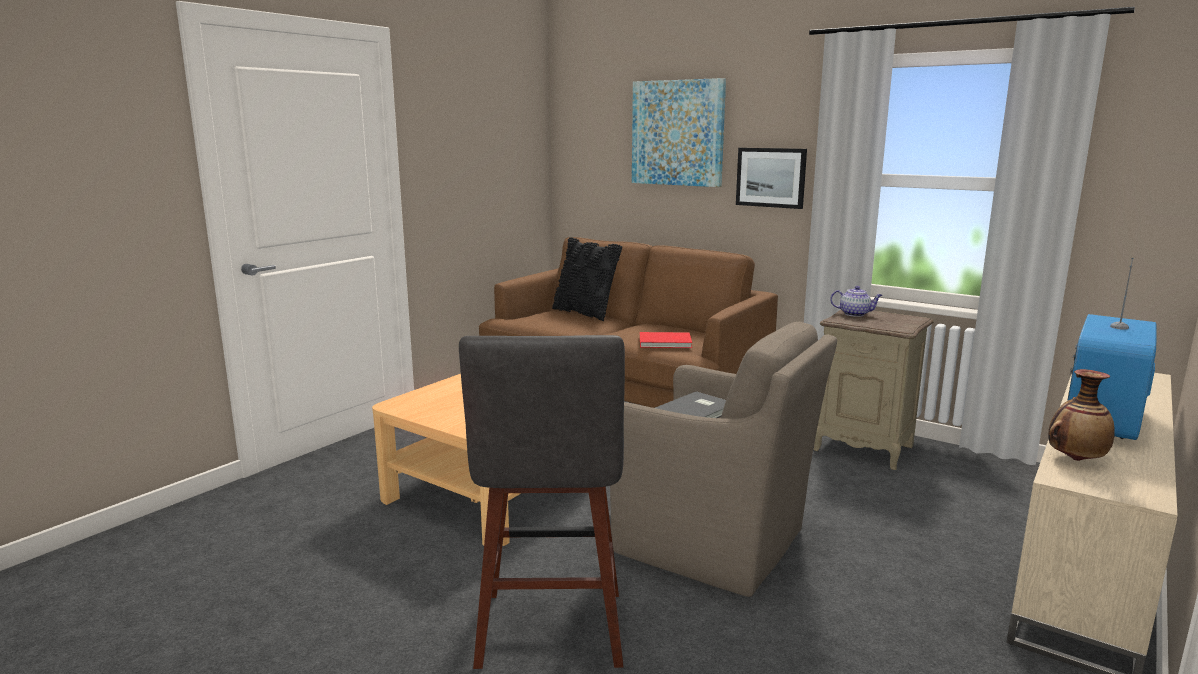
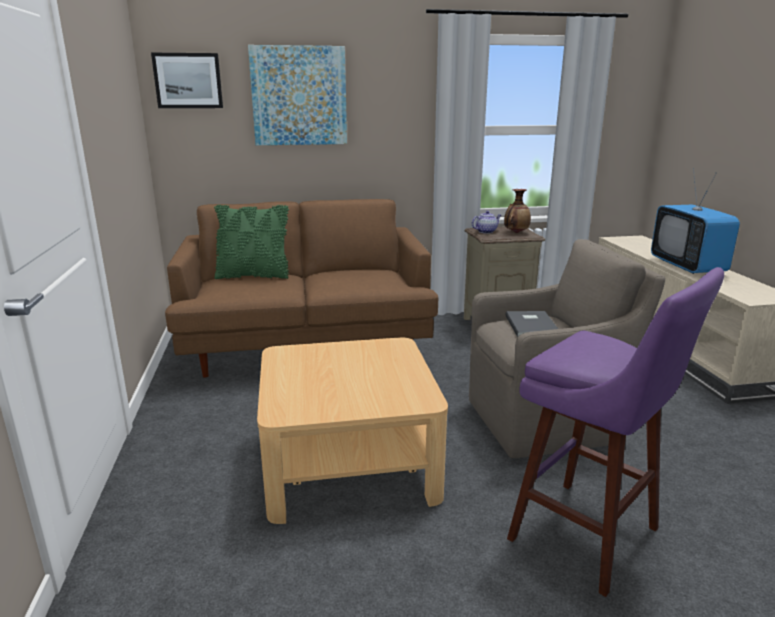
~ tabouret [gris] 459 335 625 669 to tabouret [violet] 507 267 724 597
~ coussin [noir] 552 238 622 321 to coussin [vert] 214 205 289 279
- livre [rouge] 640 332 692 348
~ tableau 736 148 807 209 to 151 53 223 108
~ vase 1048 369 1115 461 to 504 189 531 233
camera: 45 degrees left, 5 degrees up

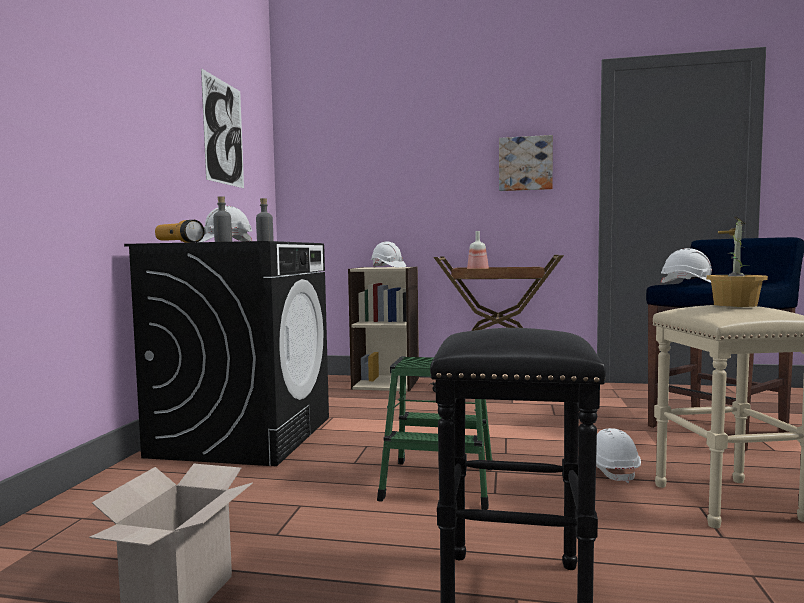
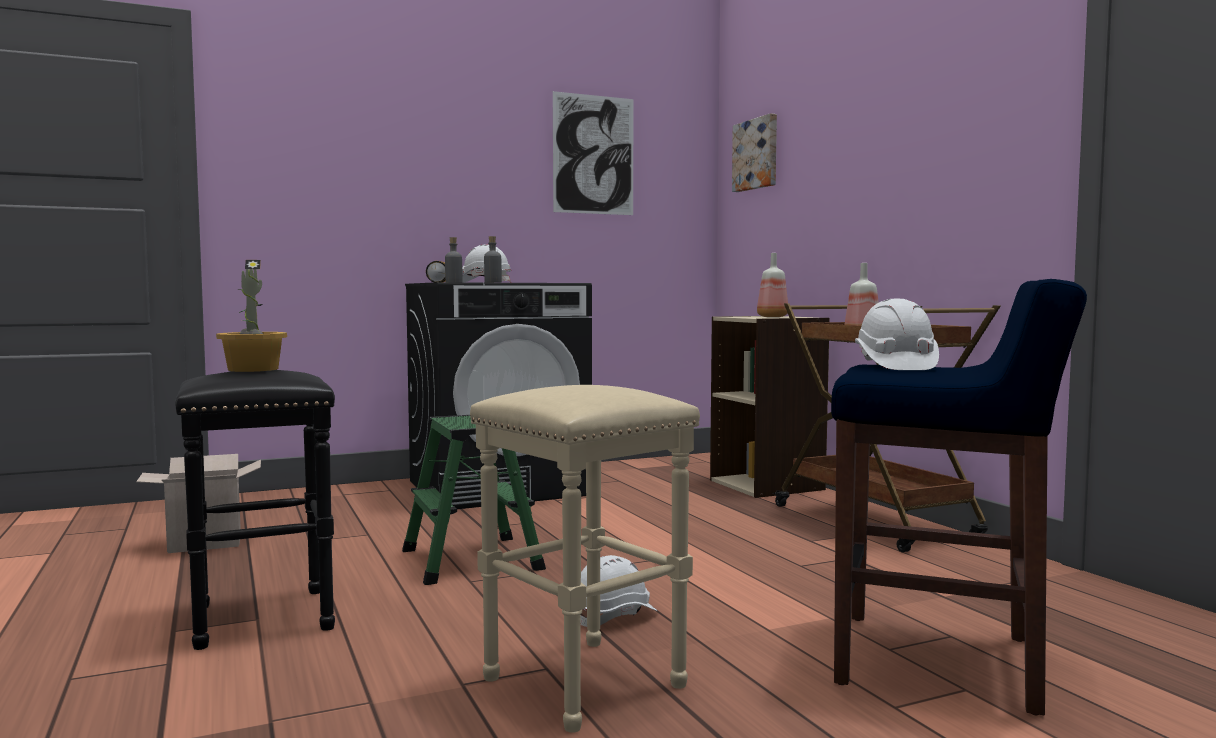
~ casque de chantier [blanc] 371 242 406 267 to bouteille 757 253 788 317
~ tableau 499 135 553 191 to 732 113 777 192
~ plante en pot 707 216 768 307 to 216 260 287 372
camera: 55 degrees right, 0 degrees up

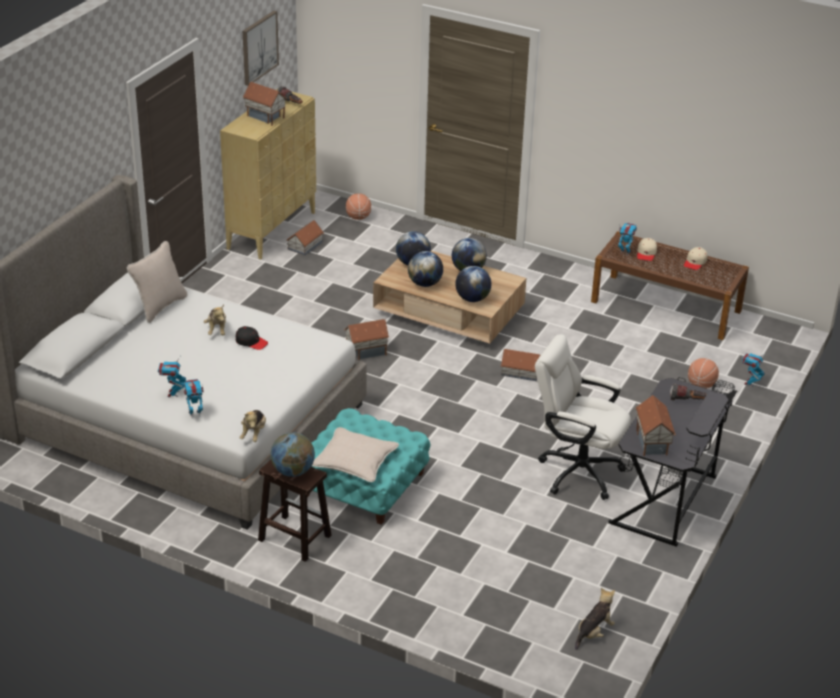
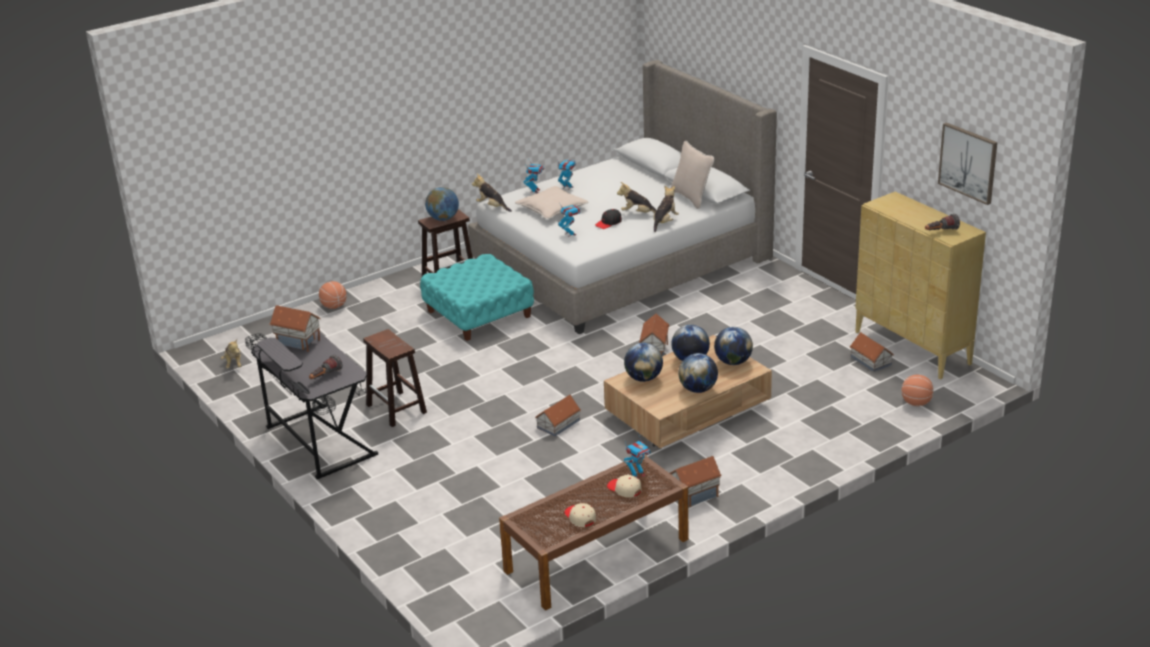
~ maison miniature 243 82 287 126 to 670 456 722 507
~ coussin [beige] 312 427 399 482 to 515 186 588 219
~ chaise de bureau [blanc] 535 334 631 500 to tabouret [marron] 363 329 427 427
~ ballon de basket 688 358 719 389 to 319 281 347 309
~ robot jouet 742 352 766 386 to 558 203 580 237
+ peluche 653 186 679 232
camera: 120 degrees right, 5 degrees down

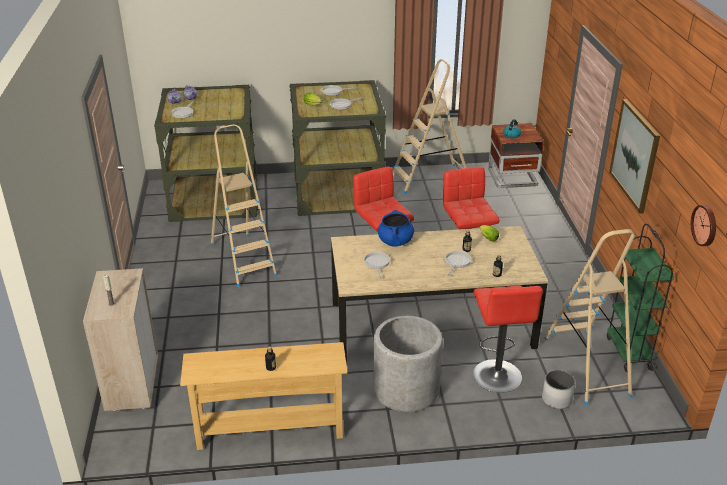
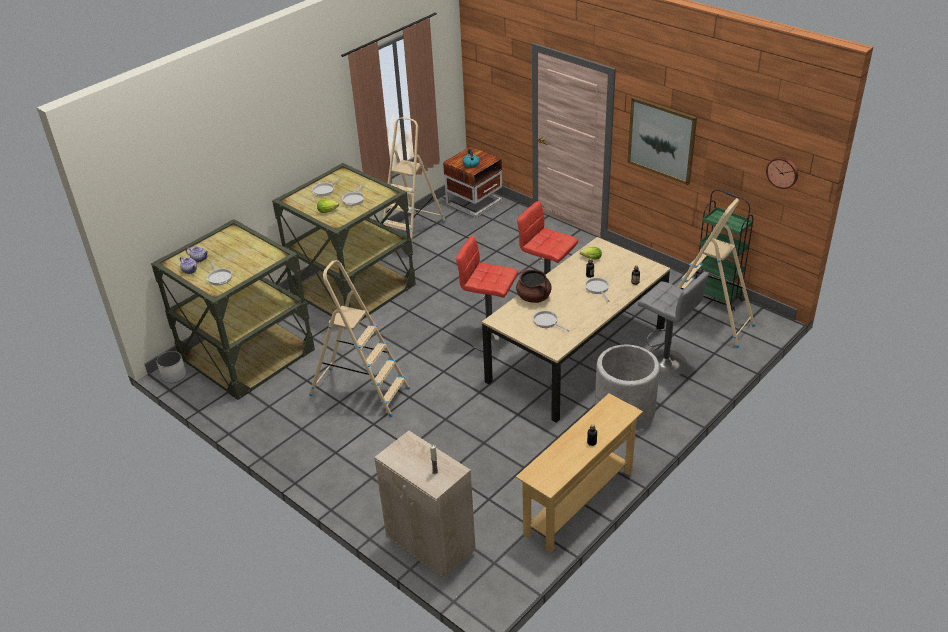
~ marmite [bleu] 378 210 414 247 to marmite [marron] 516 270 552 303
~ tabouret [rouge] 473 285 543 393 to tabouret [gris] 638 272 709 377
~ cache-pot [blanc] 542 370 575 409 to 156 351 186 383
camera: 40 degrees left, 5 degrees up

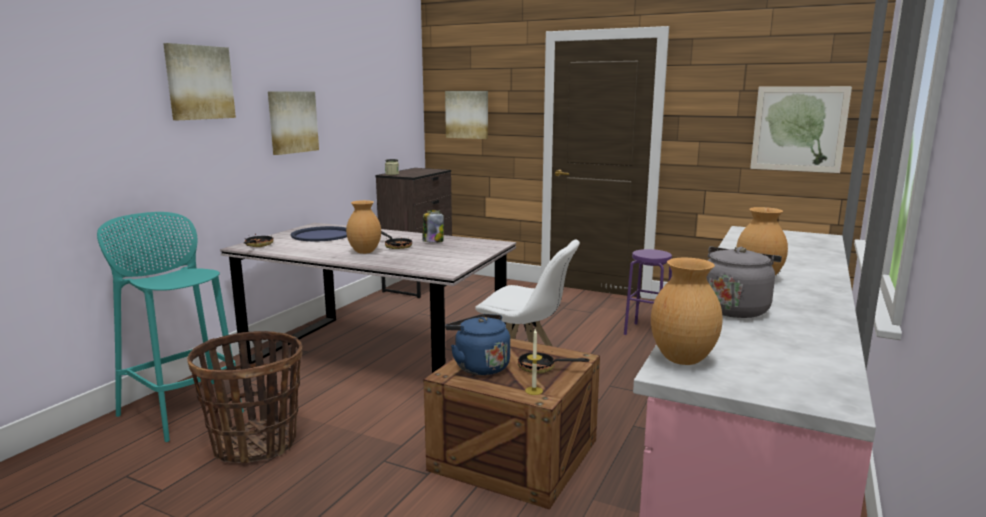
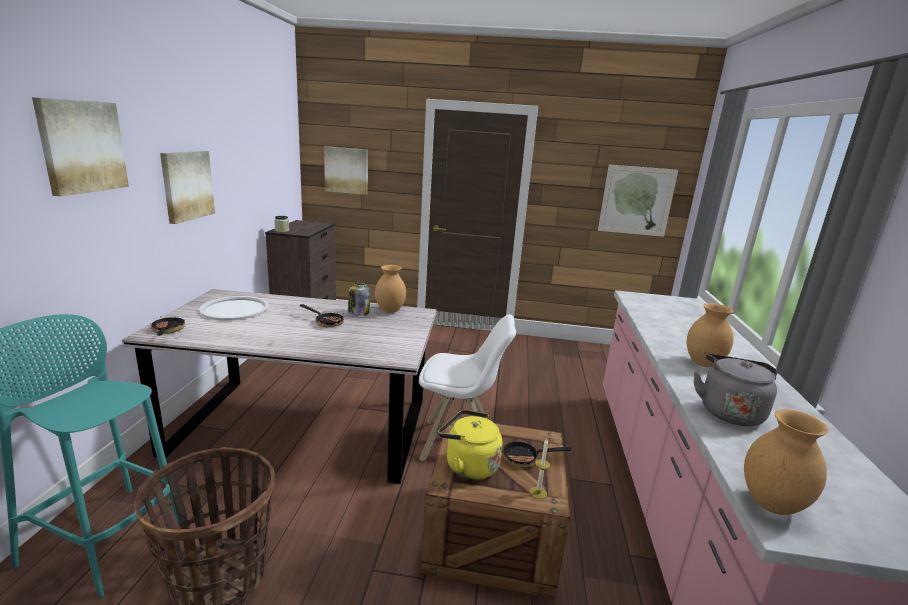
~ plateau [bleu] 291 226 347 242 to plateau [blanc] 199 296 269 320
~ vase [marron] 346 200 381 254 to 375 265 406 313
~ bouilloire [bleu] 445 314 510 375 to bouilloire [jaune] 438 410 502 480
- tabouret [violet] 624 249 672 335
camera: 20 degrees left, 5 degrees up

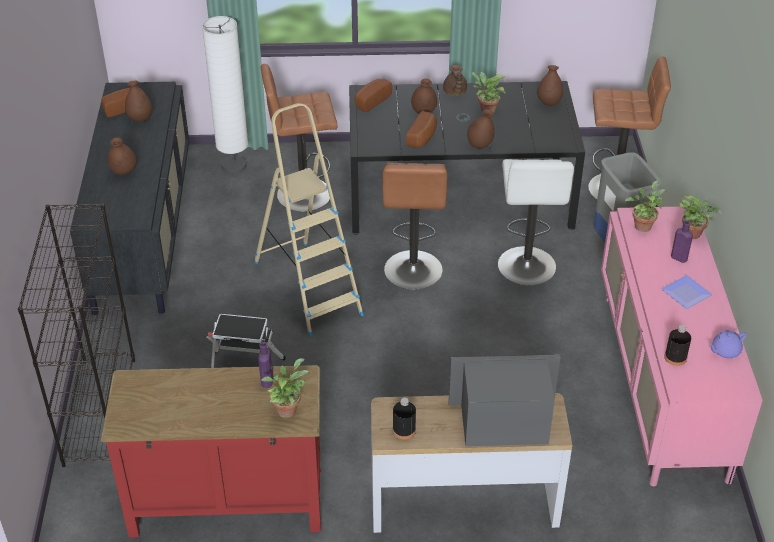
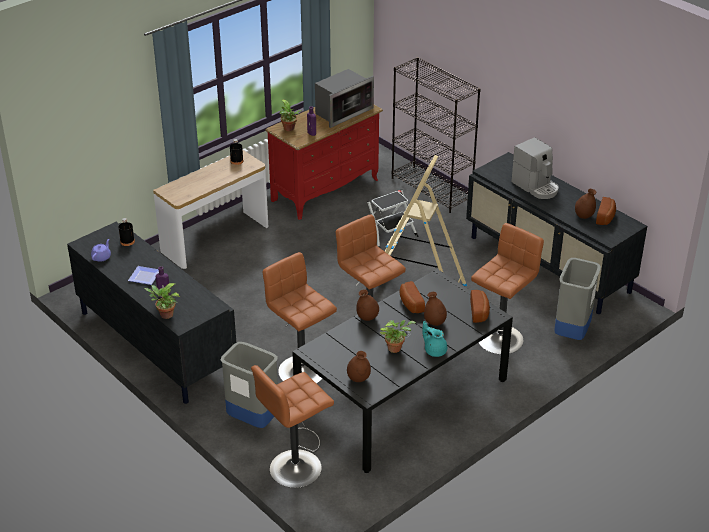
~ vase [marron] 108 137 137 175 to machine à café 511 137 559 199
~ lampadaire [blanc] 202 16 248 174 to poubelle [gris] 554 258 601 340
~ théière [marron] 443 65 467 96 to théière [turquoise] 422 321 447 357
~ micro-ondes 449 354 560 446 to 315 69 374 128
~ tabouret [blanc] 498 159 574 285 to tabouret [marron] 263 252 337 384
~ meuble de rangement [rose] 601 206 763 486 to meuble de rangement [noir] 67 222 236 404
- plante en pot 625 181 666 232
camera: 140 degrees right, 5 degrees down

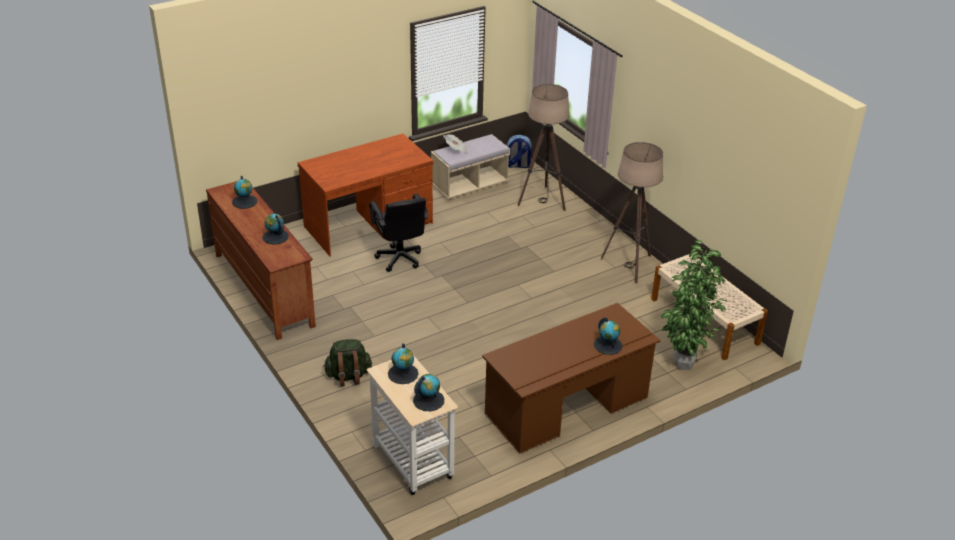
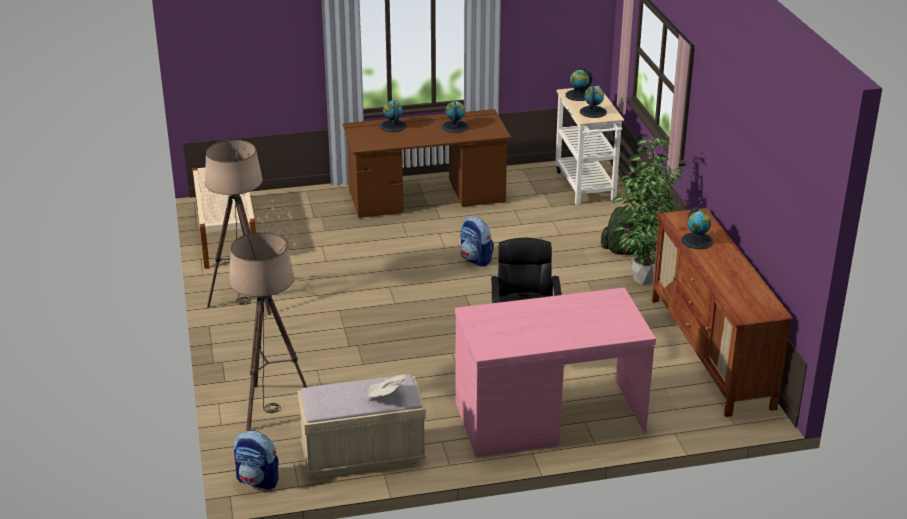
~ globe 232 176 257 209 to 442 101 469 133
~ bureau [marron] 298 134 434 256 to bureau [rose] 455 288 656 457
~ plante en pot 660 240 727 370 to 612 134 685 285
+ sac à dos 460 217 494 267
camera: 160 degrees left, 5 degrees down

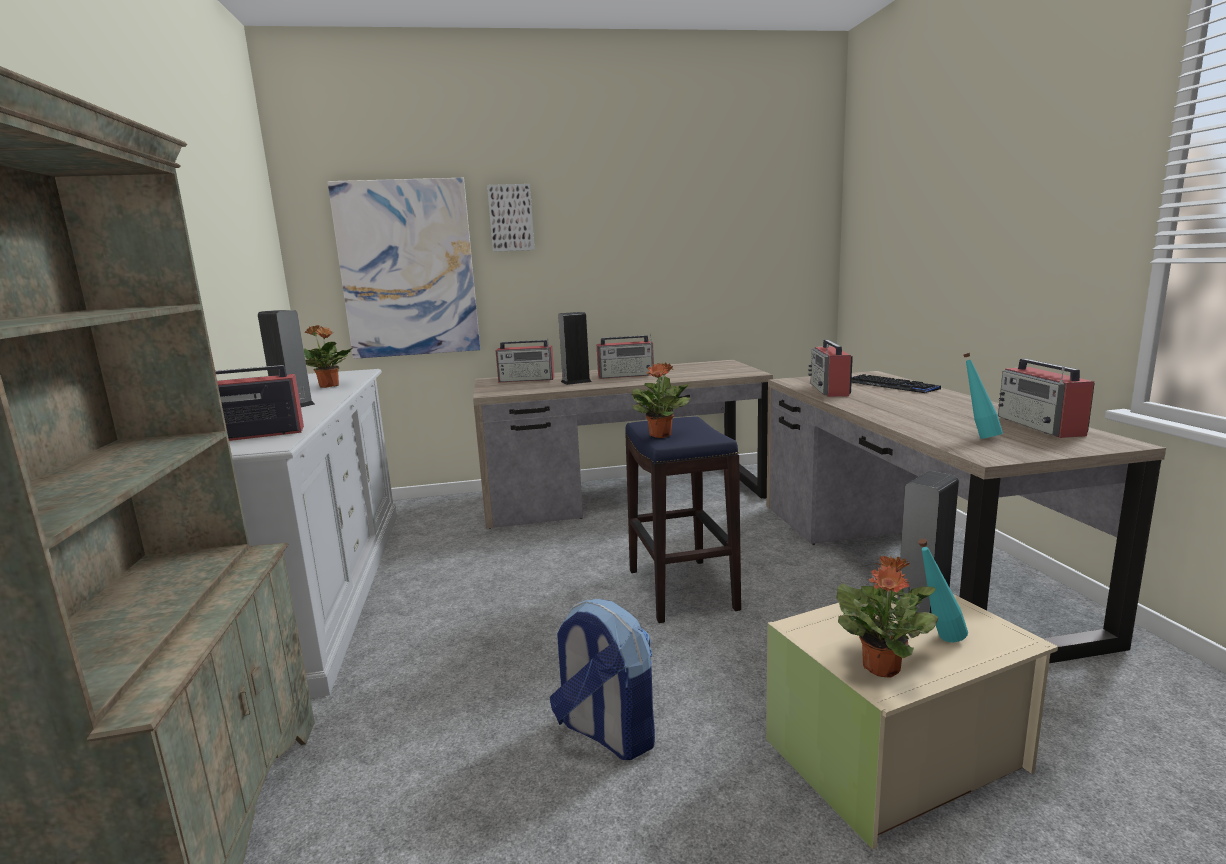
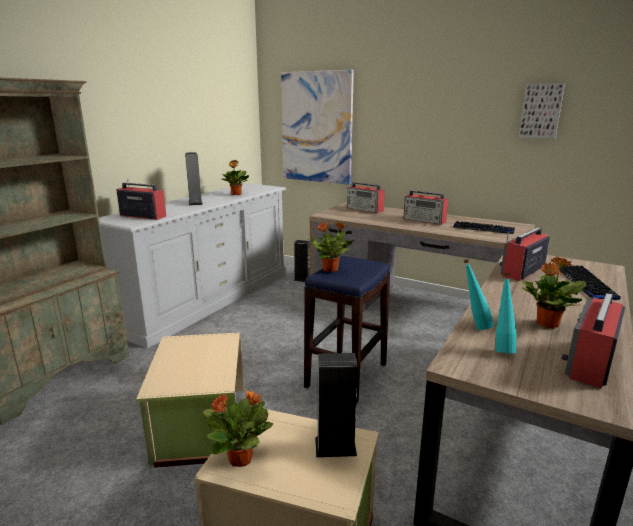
~ tableau 487 184 535 252 to 519 83 565 138
~ sac à dos 549 599 655 760 to boîte de rangement [beige] 136 332 244 468
~ enceinte 558 312 592 385 to 294 240 310 282
~ bouteille [turquoise] 918 539 968 642 to 463 259 494 330
+ clavier 453 221 515 234
+ plante en pot 521 256 586 329
camera: 40 degrees right, 5 degrees up

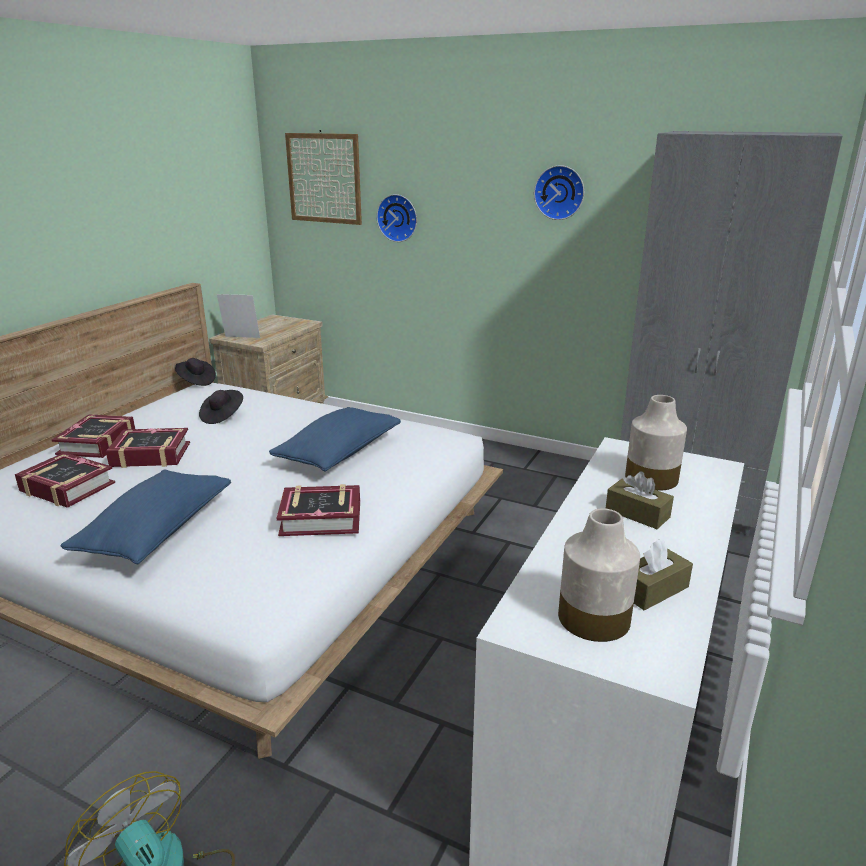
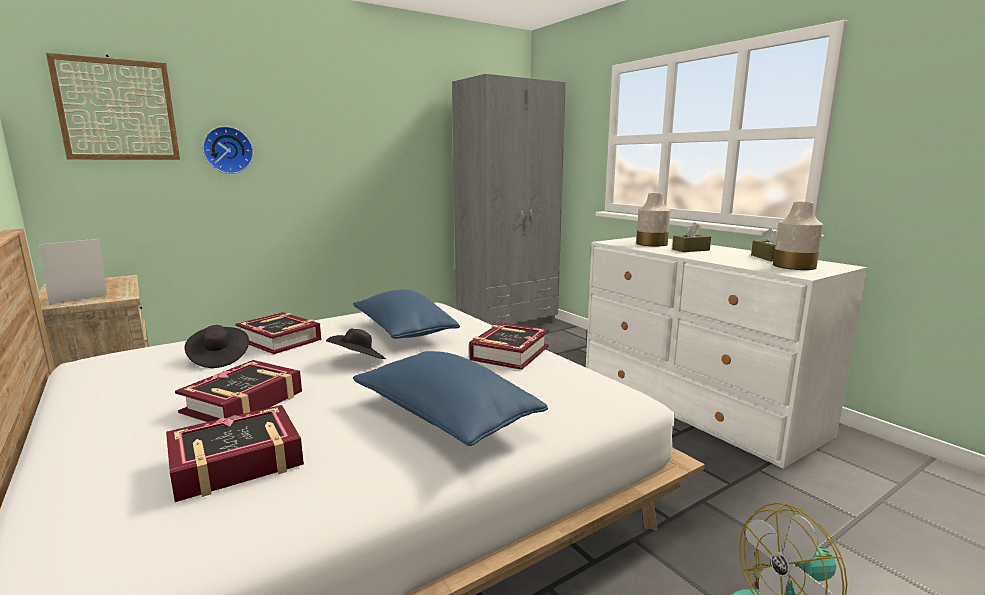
~ livre 52 414 135 458 to 236 312 322 354
~ chapeau [noir] 175 358 216 386 to 326 329 386 359
- horloge murale 534 165 584 220
camera: 60 degrees left, 10 degrees down

